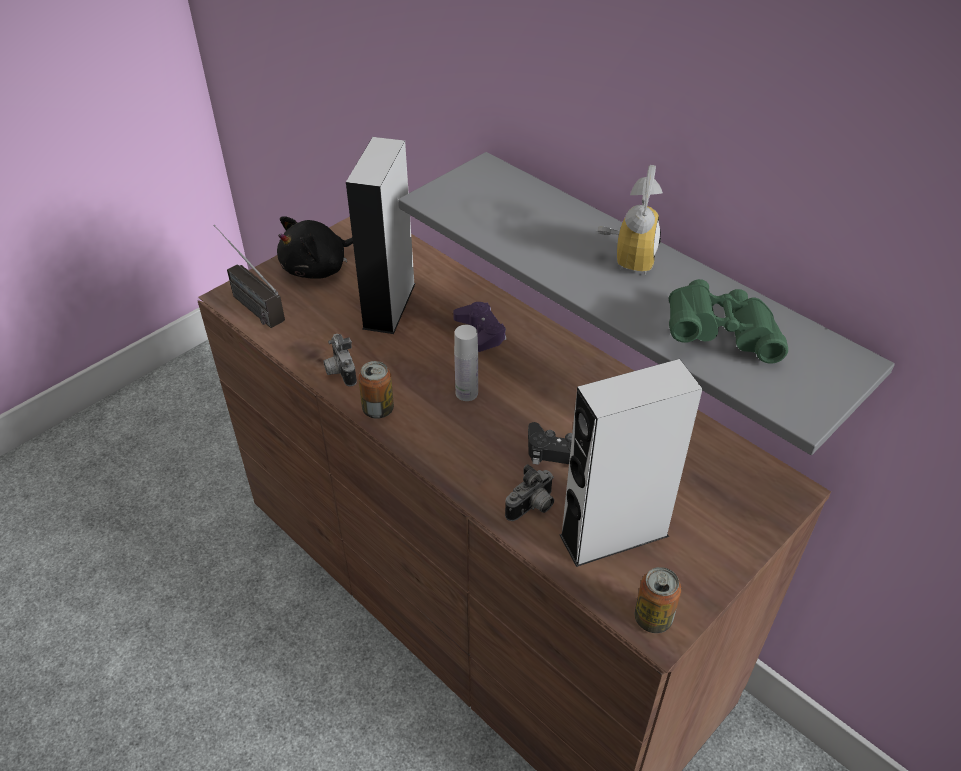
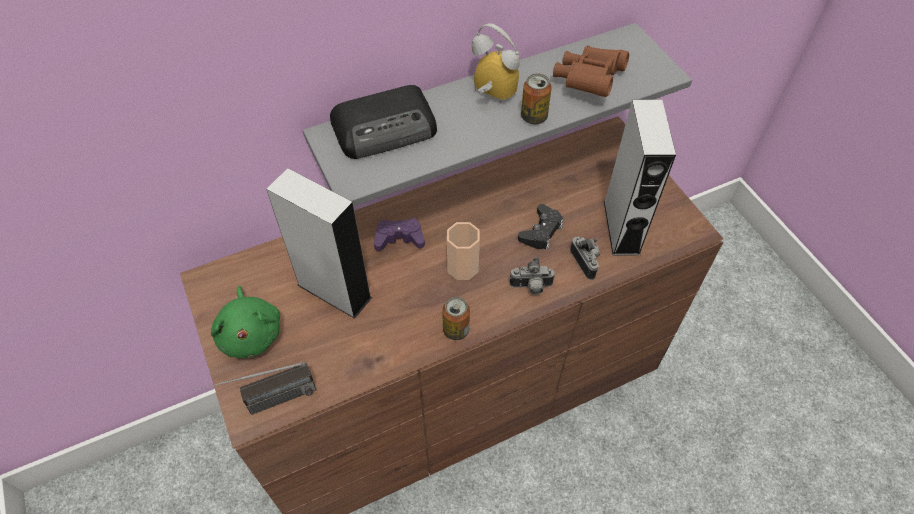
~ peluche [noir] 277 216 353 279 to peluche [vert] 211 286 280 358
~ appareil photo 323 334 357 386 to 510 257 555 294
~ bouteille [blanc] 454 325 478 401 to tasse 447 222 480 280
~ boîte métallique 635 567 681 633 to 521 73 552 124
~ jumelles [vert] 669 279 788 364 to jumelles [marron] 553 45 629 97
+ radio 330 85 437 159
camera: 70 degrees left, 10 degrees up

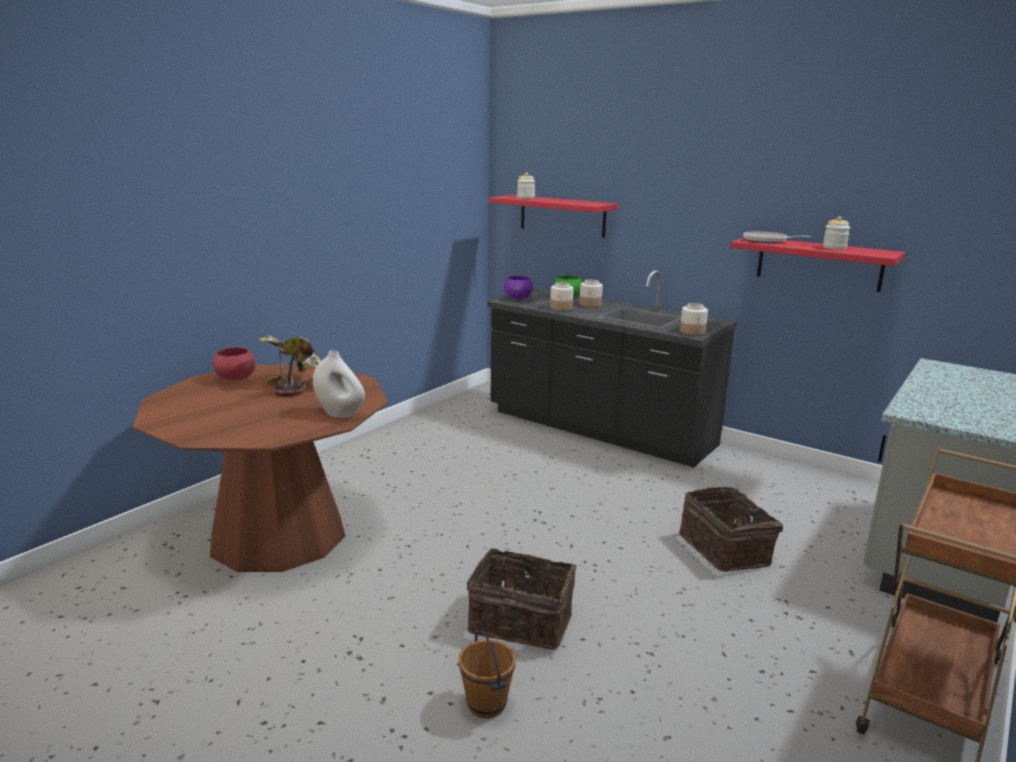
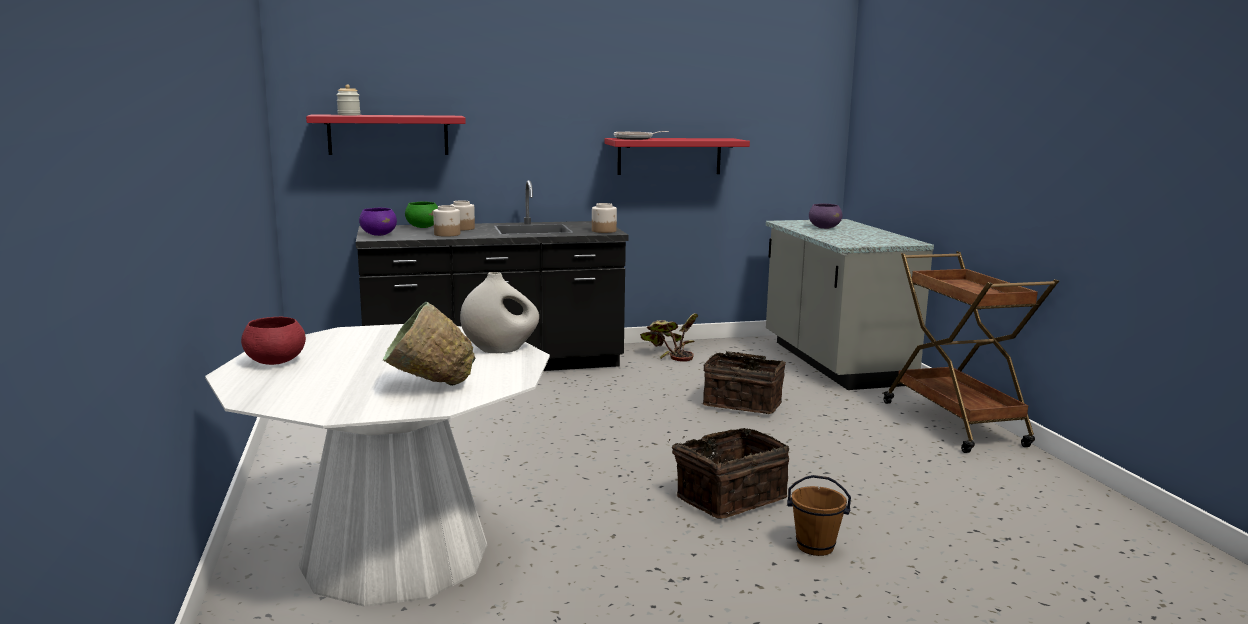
~ table à manger [marron] 133 364 388 572 to table à manger [blanc] 205 324 550 607
~ plante en pot 258 335 321 397 to 640 313 698 362
- bocal 823 216 850 249
+ bol [vert] 383 302 476 386
+ bol [violet] 809 203 842 229
camera: 50 degrees left, 5 degrees down

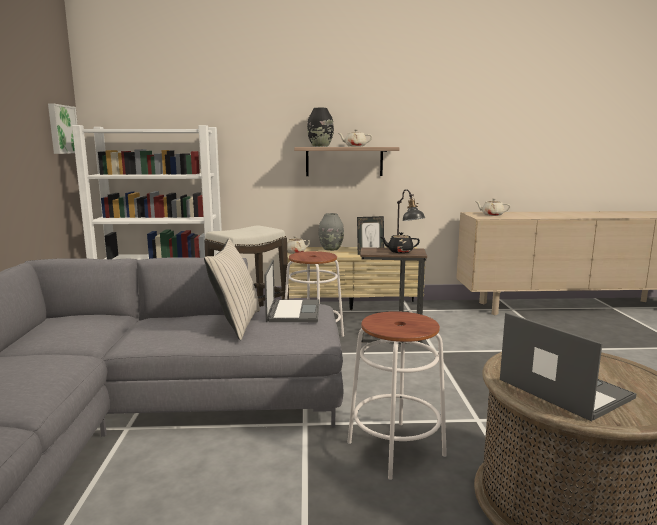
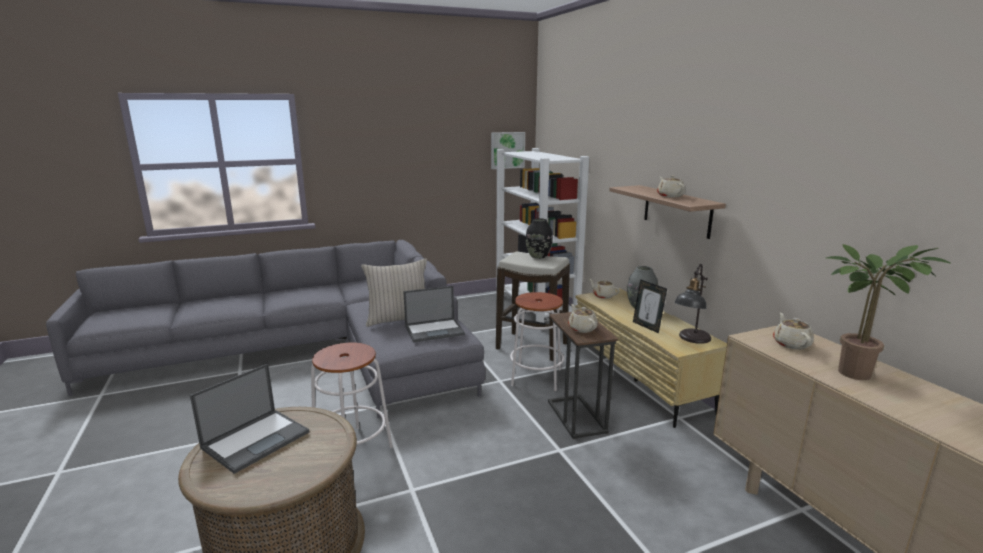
~ vase [noir] 307 108 334 147 to 526 218 553 259
~ théière [noir] 380 232 420 253 to théière [beige] 568 304 598 333
+ plante en pot 826 244 952 380
camera: 70 degrees right, 5 degrees up

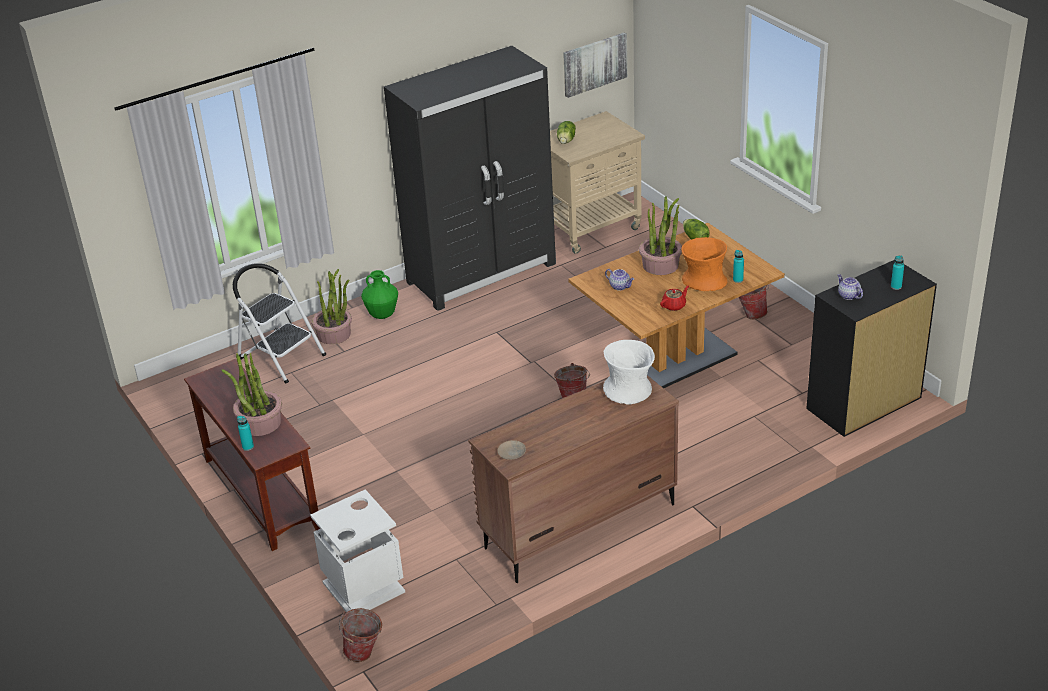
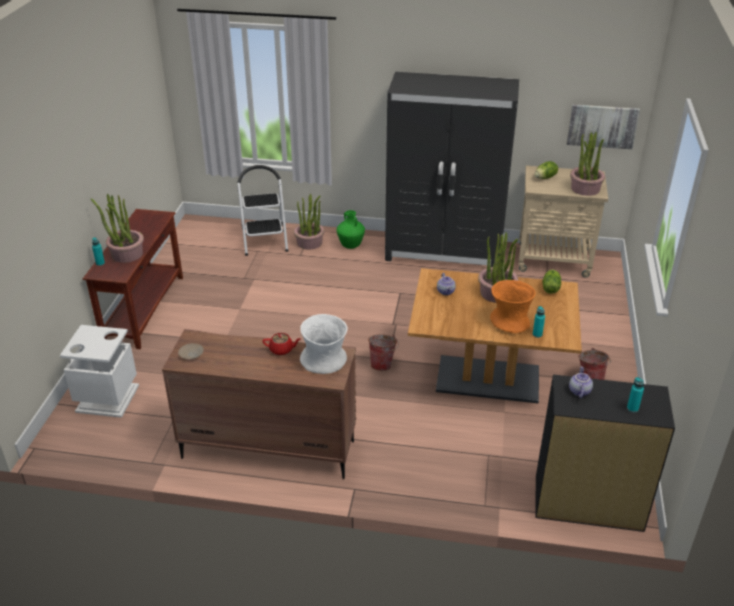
- seau 339 608 382 662
~ théière [rouge] 660 285 689 311 to 263 333 301 355
+ plante en pot 570 132 605 196
camera: 40 degrees right, 0 degrees up

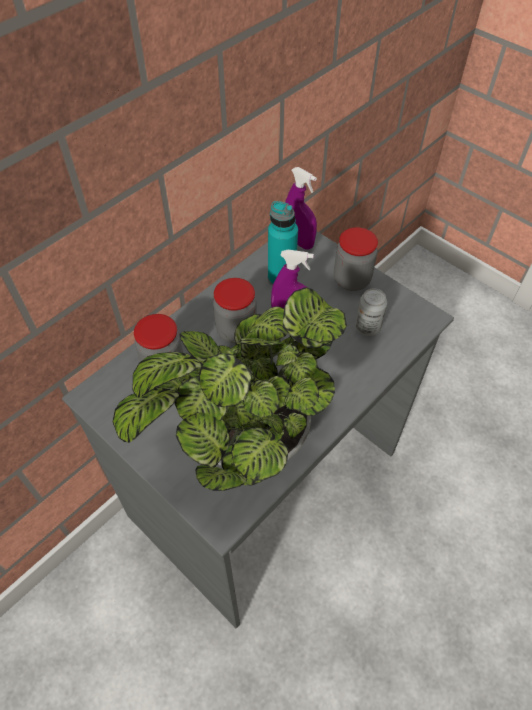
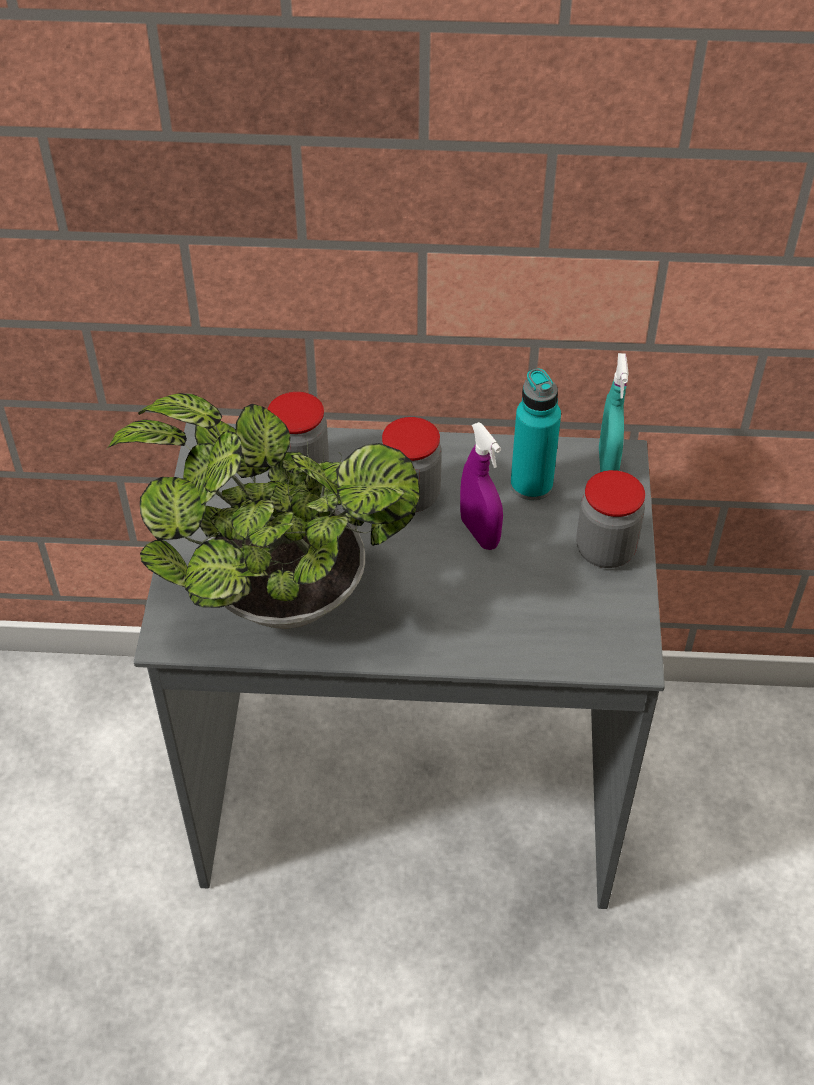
~ vaporisateur [violet] 285 167 317 250 to vaporisateur [turquoise] 599 353 629 472
- boîte métallique 355 288 387 336
camera: 50 degrees right, 5 degrees down

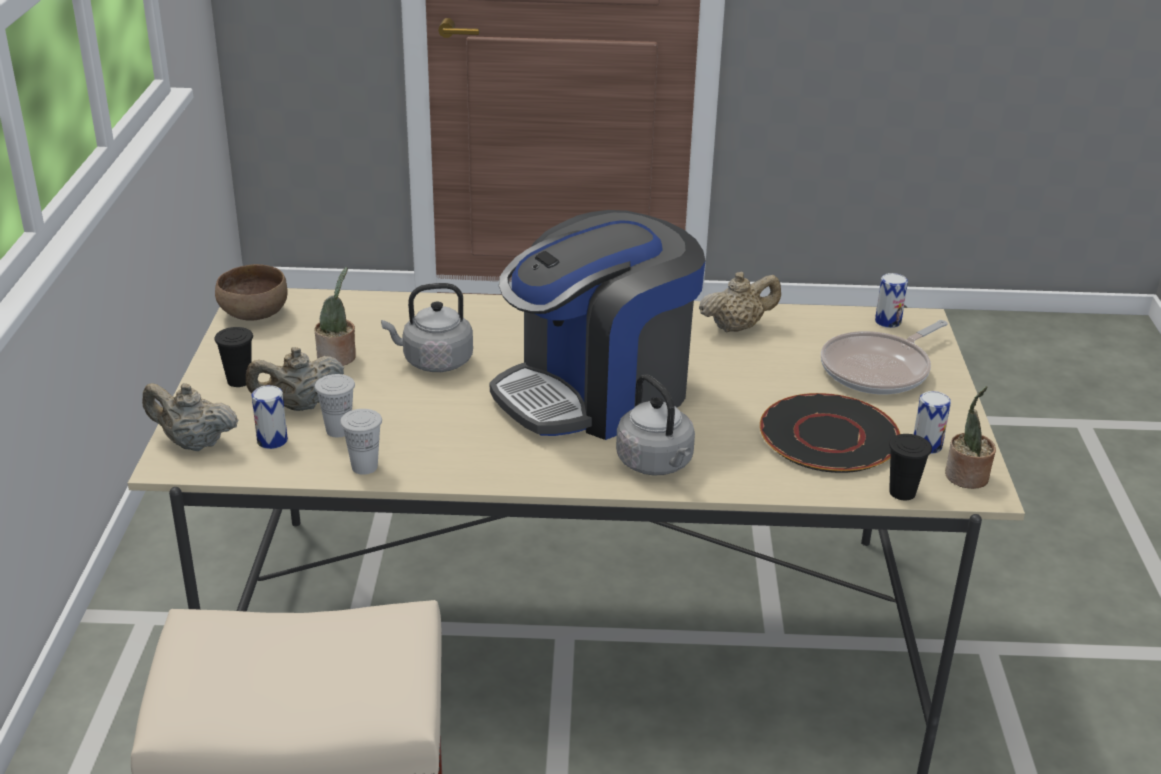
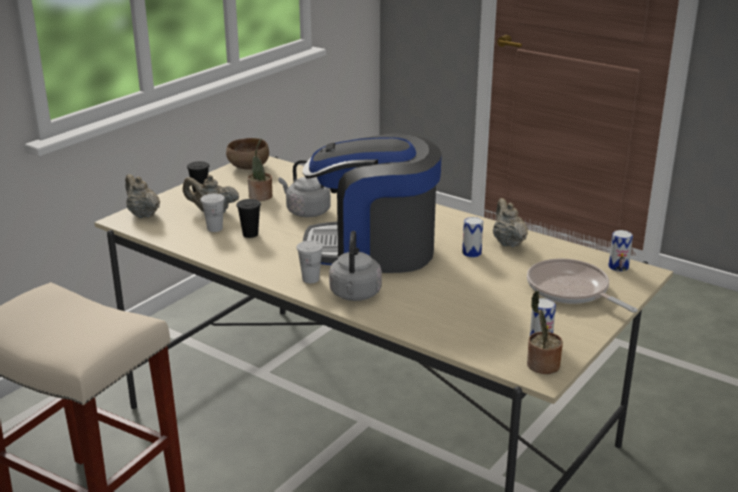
~ boîte métallique 251 385 288 449 to 462 217 483 257
~ tasse [blanc] 340 409 382 475 to 297 241 323 283
~ théière [beige] 699 272 781 332 = 493 198 528 247 120 degrees counterclockwise
- assiette [noir] 760 393 900 473
~ poêle 821 320 948 394 = 527 259 638 313 60 degrees clockwise
~ tasse [noir] 889 434 932 501 to 236 199 261 238
camera: 35 degrees right, 5 degrees down

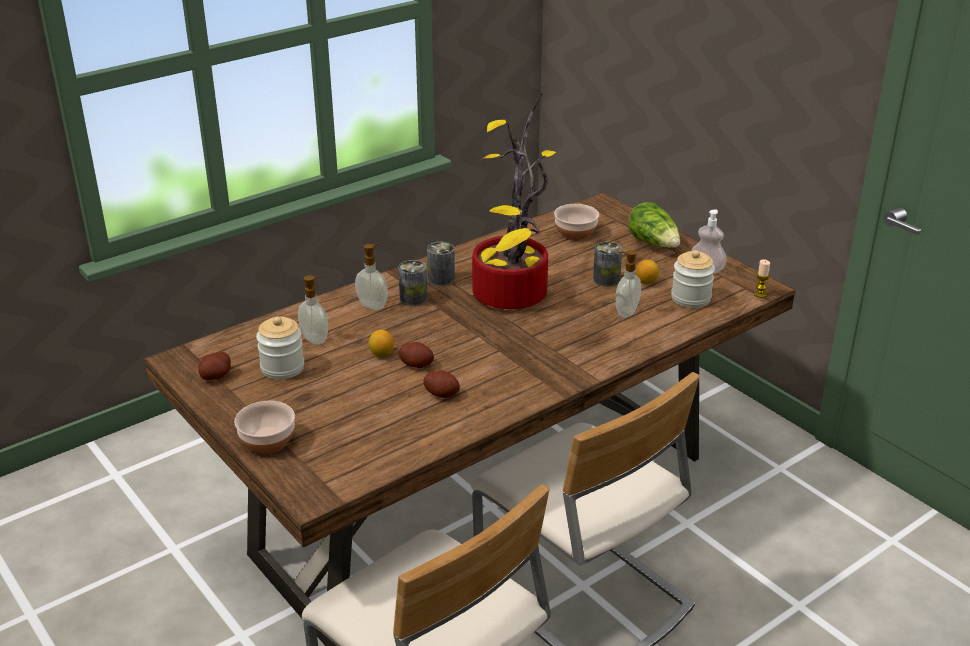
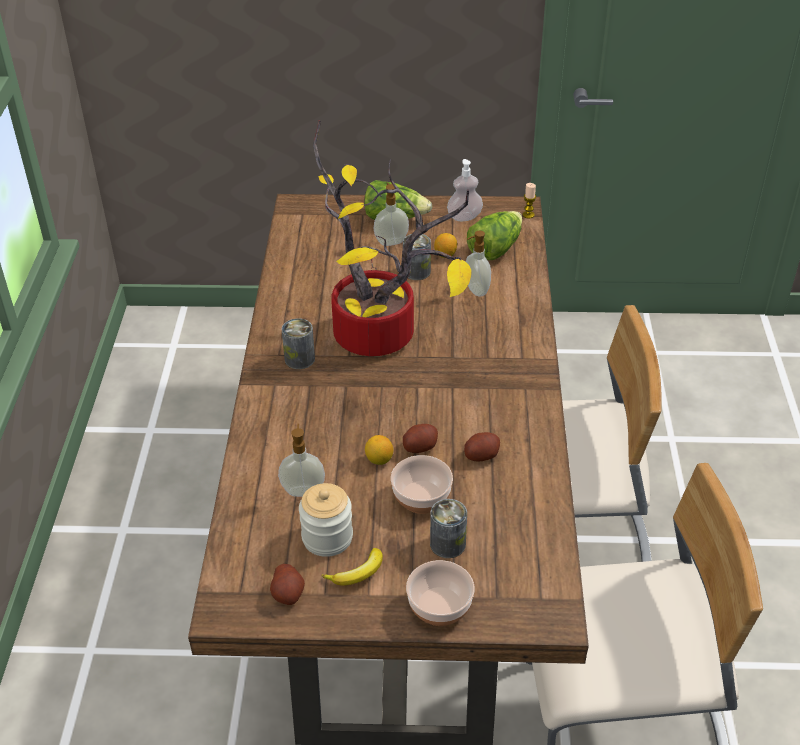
~ distributeur de savon 355 244 388 310 to 374 183 409 246
~ boîte métallique 398 260 427 306 to 430 499 467 558
~ bol 554 204 599 240 to 391 455 453 514
~ bocal 671 250 715 308 to laitue 467 211 522 260
+ banane 321 548 383 586
camera: 50 degrees left, 10 degrees up

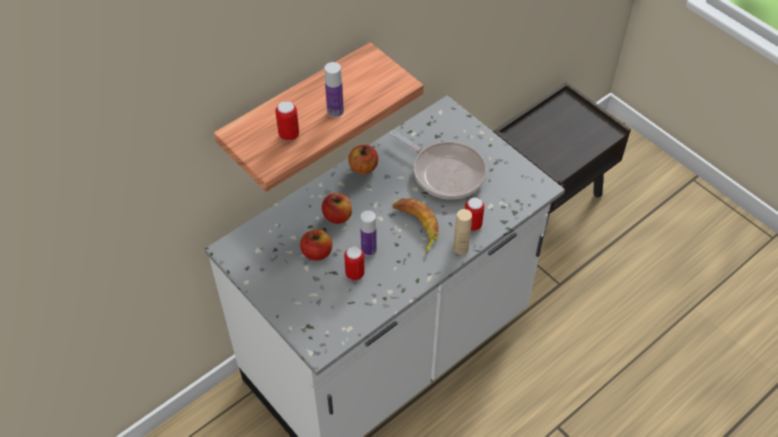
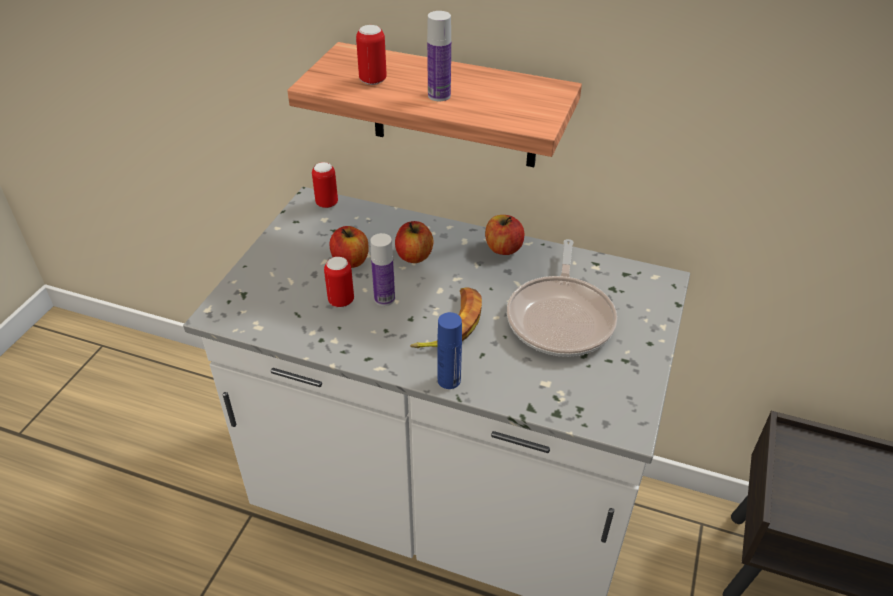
~ bouteille [beige] 453 209 472 255 to bouteille [bleu] 437 312 462 389
~ boîte métallique 465 197 484 231 to 312 162 338 208
camera: 60 degrees right, 10 degrees down

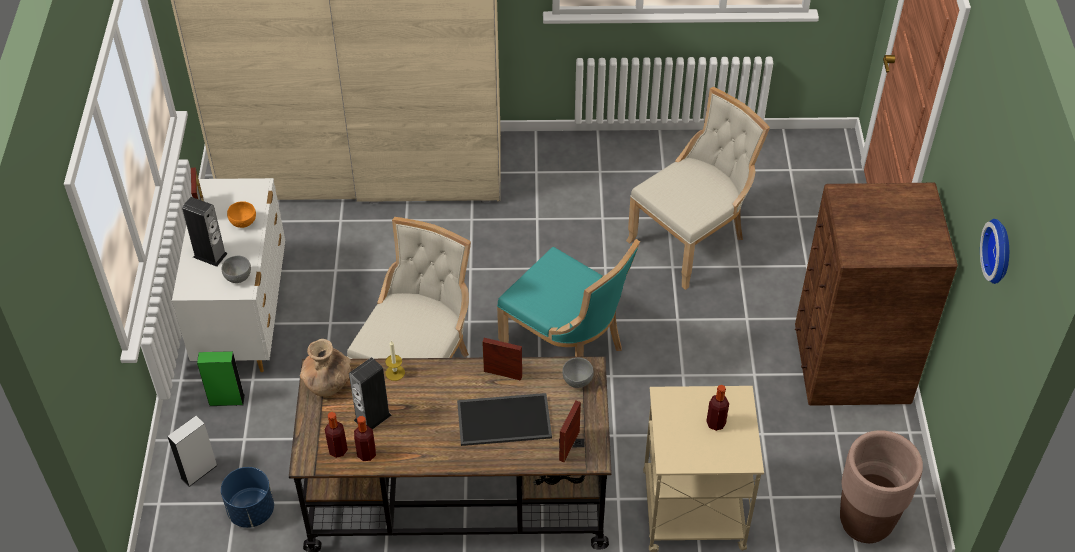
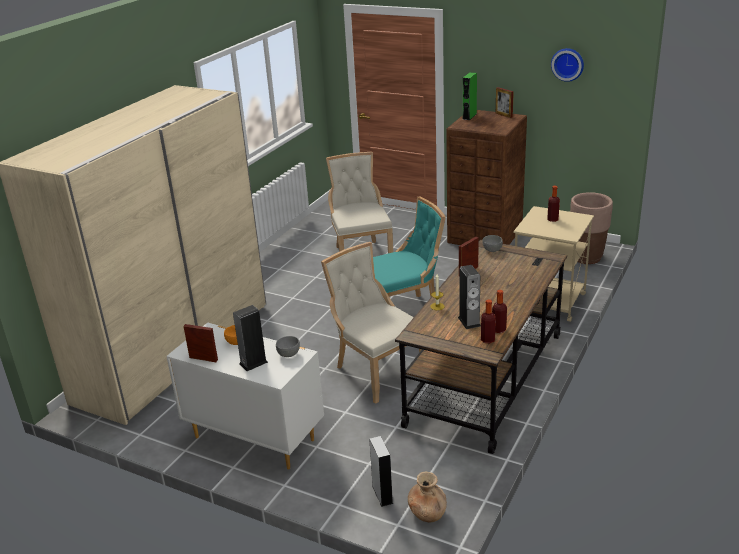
~ enceinte [vert] 197 351 245 406 to 462 72 477 120
- cache-pot [bleu] 221 467 274 528
~ vase [marron] 300 339 351 397 to 408 472 447 522
- plateau 457 393 552 446
~ cadre photo 559 400 581 462 to 496 87 514 118
camera: 60 degrees left, 20 degrees down

